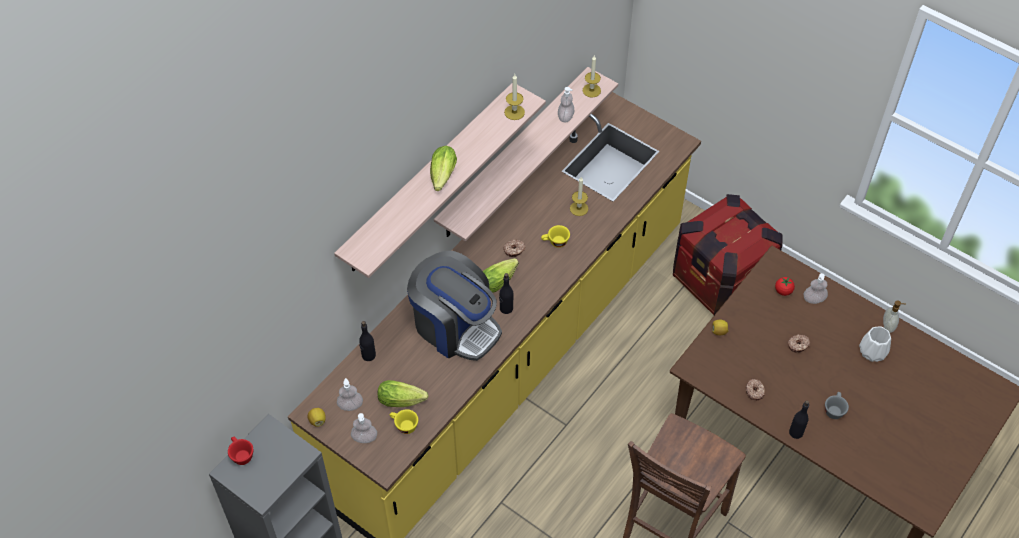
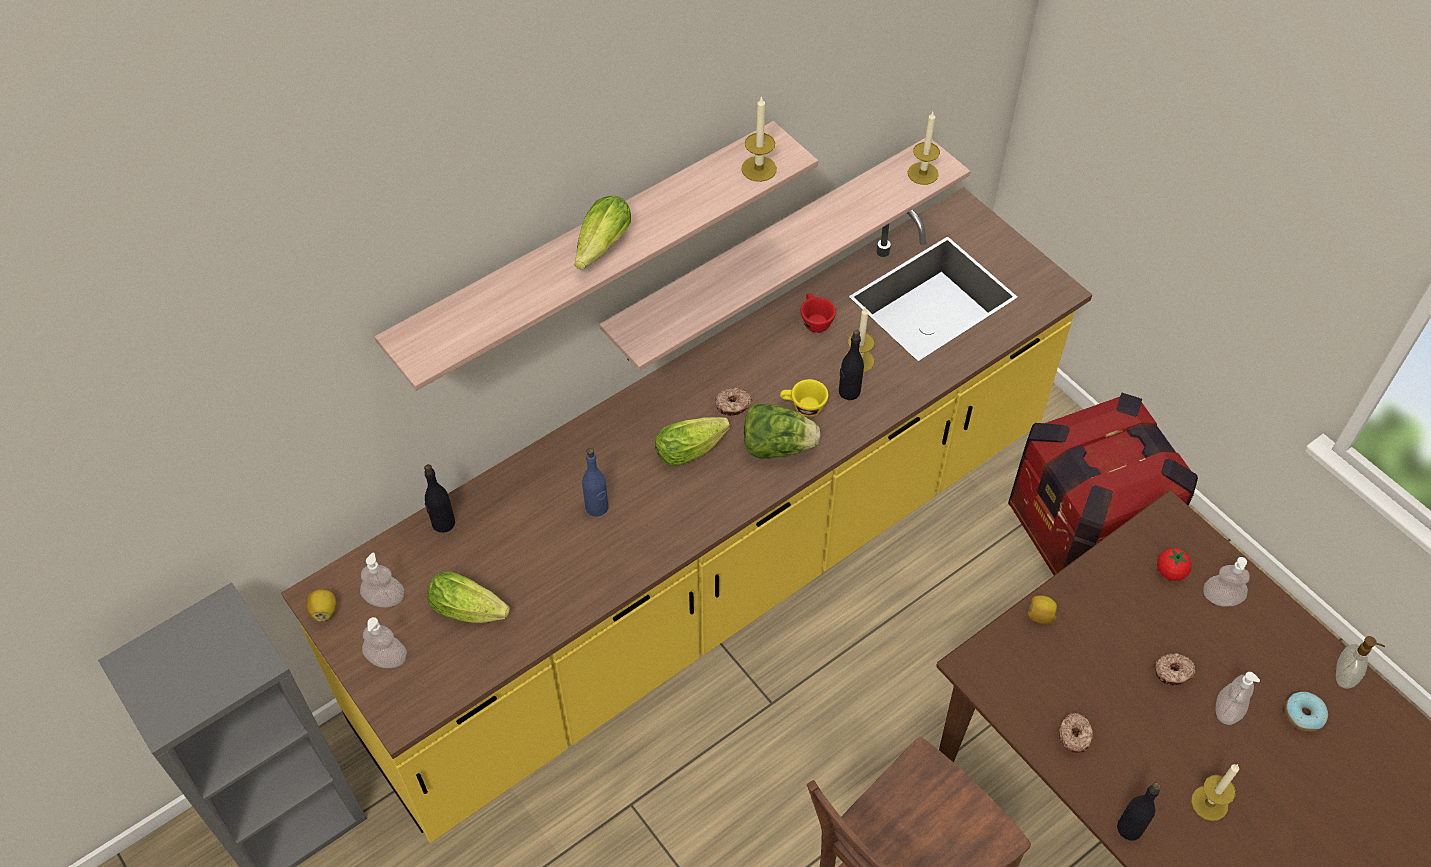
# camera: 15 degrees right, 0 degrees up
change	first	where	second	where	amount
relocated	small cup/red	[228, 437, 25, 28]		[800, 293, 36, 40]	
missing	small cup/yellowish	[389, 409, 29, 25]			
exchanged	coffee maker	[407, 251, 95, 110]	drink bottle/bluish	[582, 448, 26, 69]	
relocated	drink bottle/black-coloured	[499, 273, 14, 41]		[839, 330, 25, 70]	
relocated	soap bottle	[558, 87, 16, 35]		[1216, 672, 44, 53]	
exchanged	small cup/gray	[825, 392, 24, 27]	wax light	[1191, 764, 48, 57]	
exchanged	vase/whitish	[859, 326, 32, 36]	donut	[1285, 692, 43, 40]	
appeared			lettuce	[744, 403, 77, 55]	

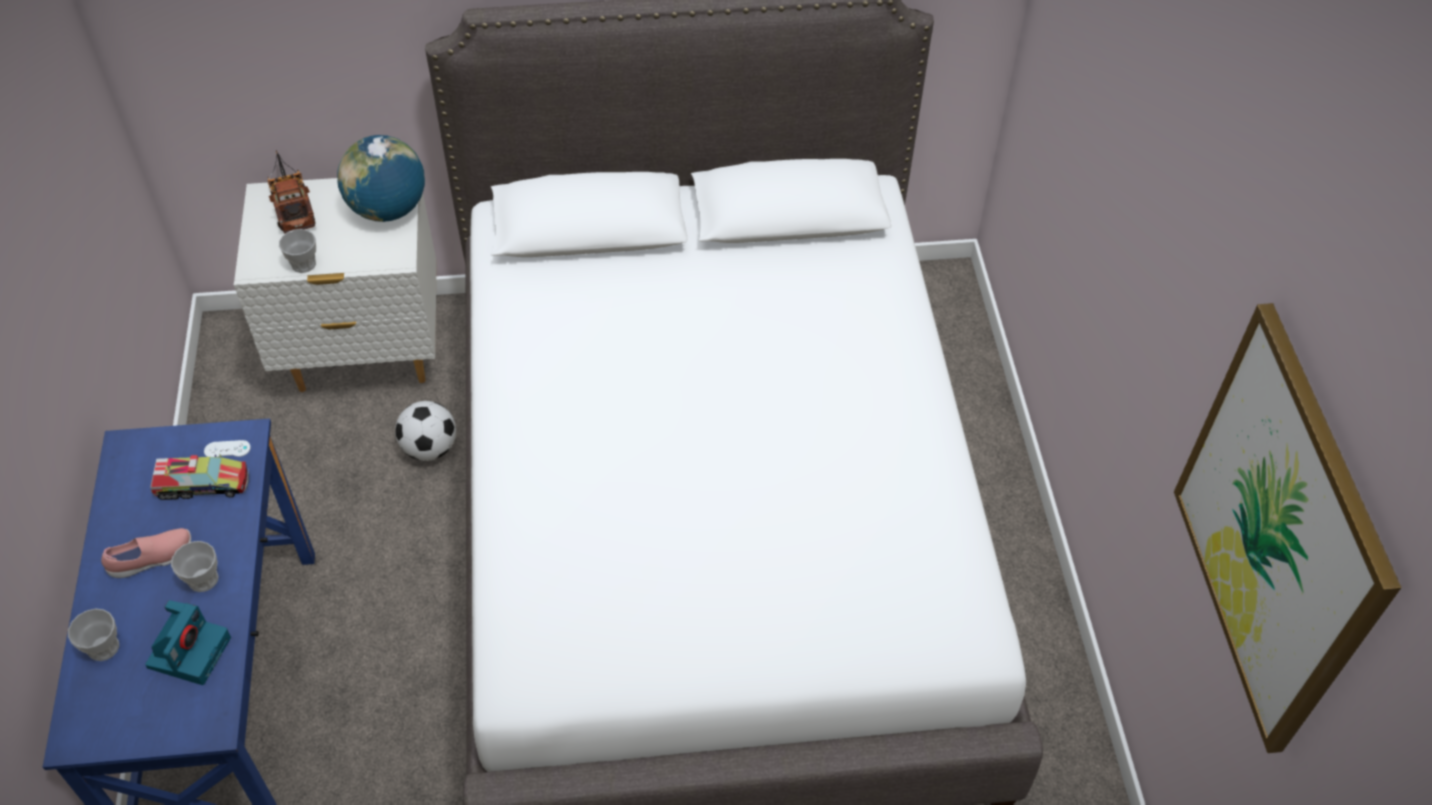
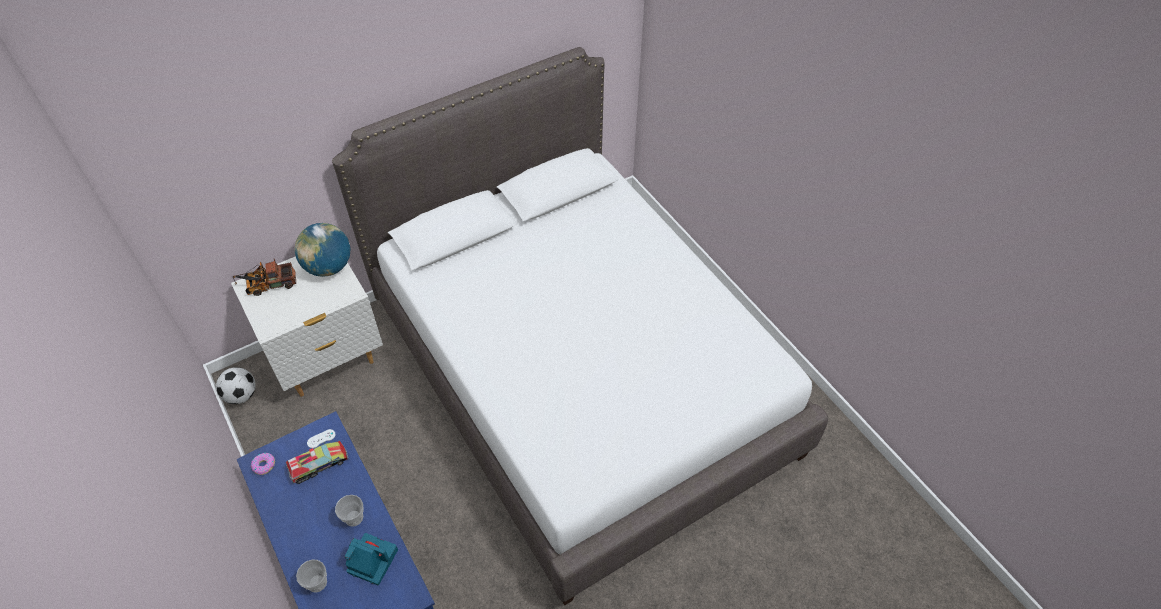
# camera: 25 degrees left, 0 degrees up
change	first	where	second	where	amount
missing	item of footwear/pink	[101, 528, 90, 50]			
spun	photo camera	[145, 600, 86, 85]		[344, 533, 54, 52]	60 degrees counterclockwise
spun	model truck	[267, 150, 48, 84]		[233, 259, 63, 37]	60 degrees counterclockwise
missing	small cup	[279, 229, 37, 44]			
relocated	football	[395, 401, 61, 60]		[216, 367, 40, 37]	
missing	wall art	[1174, 303, 228, 450]			
appeared			donut	[251, 453, 24, 22]	

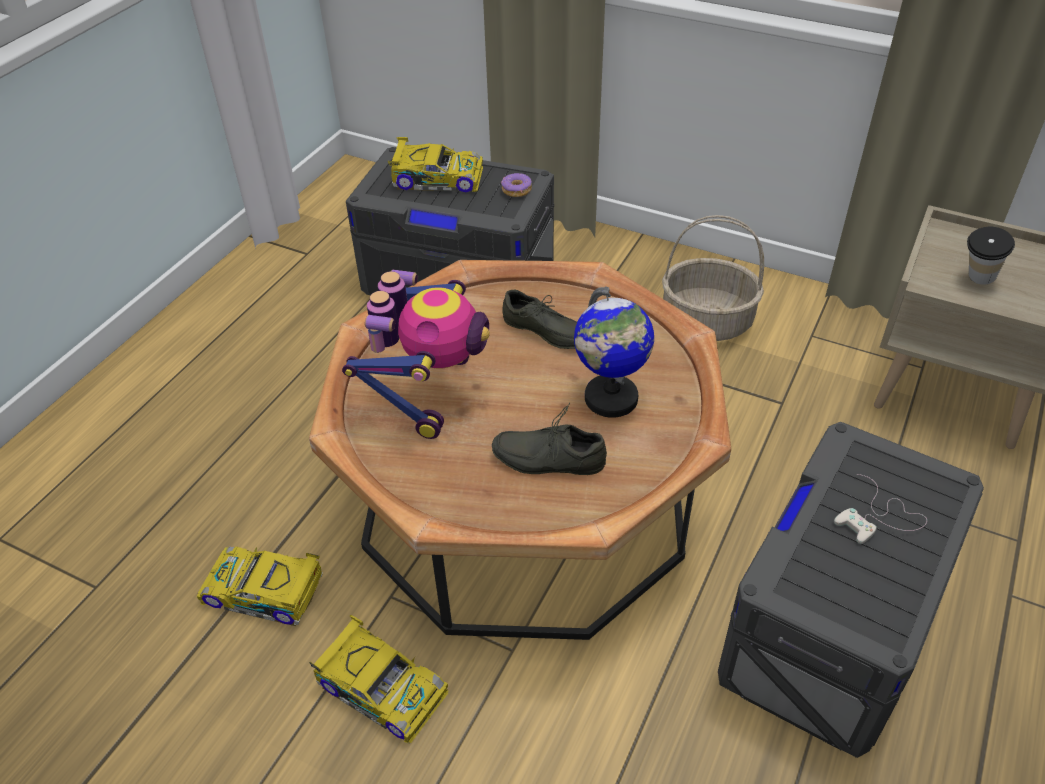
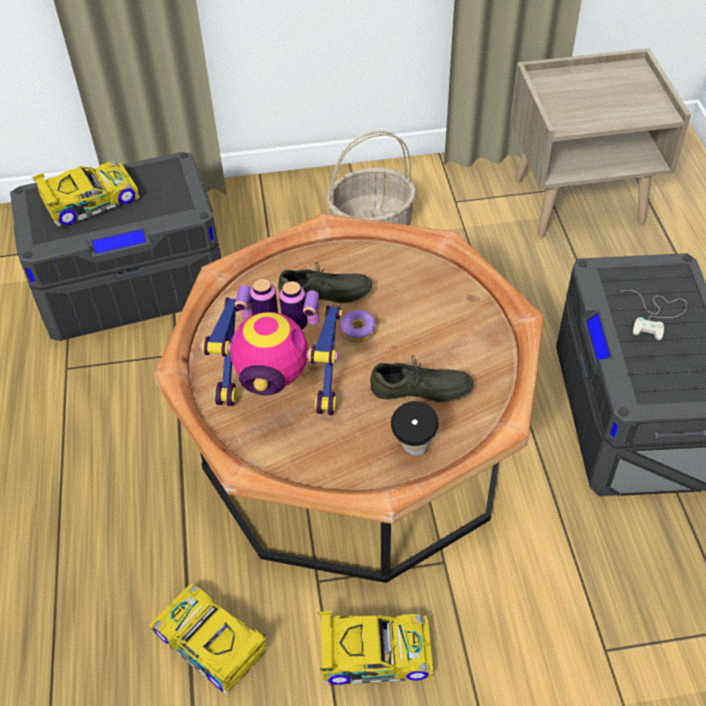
# camera: 35 degrees left, 5 degrees up
change	first	where	second	where	amount
spun	miniature car	[197, 547, 126, 79]		[149, 583, 118, 111]	60 degrees clockwise
spun	toy robot	[342, 270, 148, 169]		[200, 279, 142, 136]	120 degrees clockwise
spun	item of footwear/gray	[492, 403, 115, 72]		[370, 355, 103, 47]	150 degrees counterclockwise
relocated	donut	[501, 173, 31, 24]		[339, 310, 37, 33]	
missing	world globe	[574, 286, 80, 132]			
relocated	small cup	[967, 227, 48, 58]		[391, 401, 48, 55]	

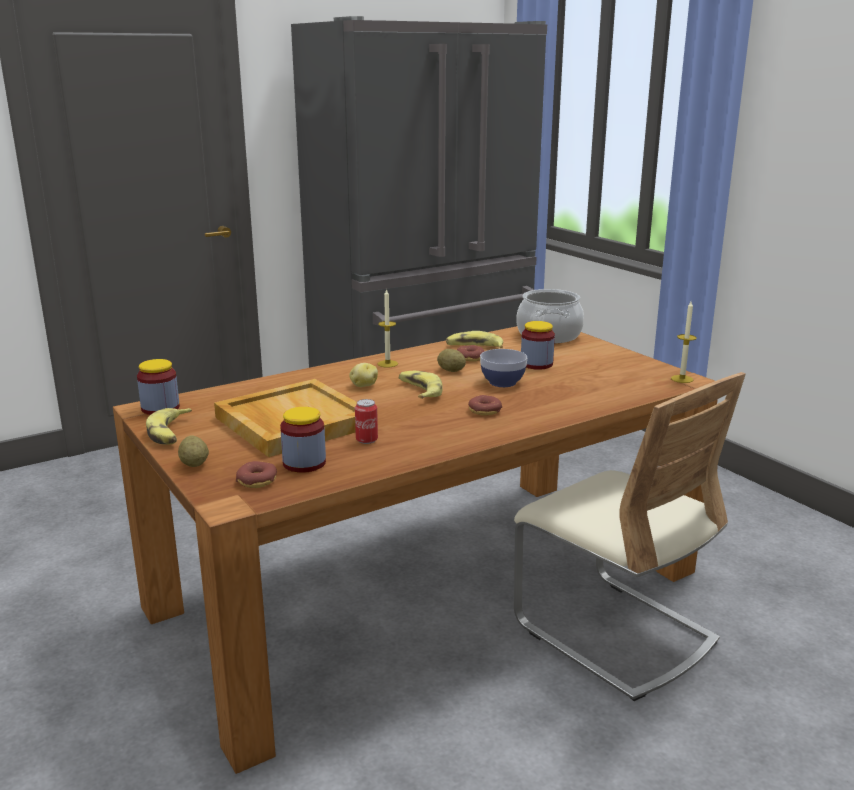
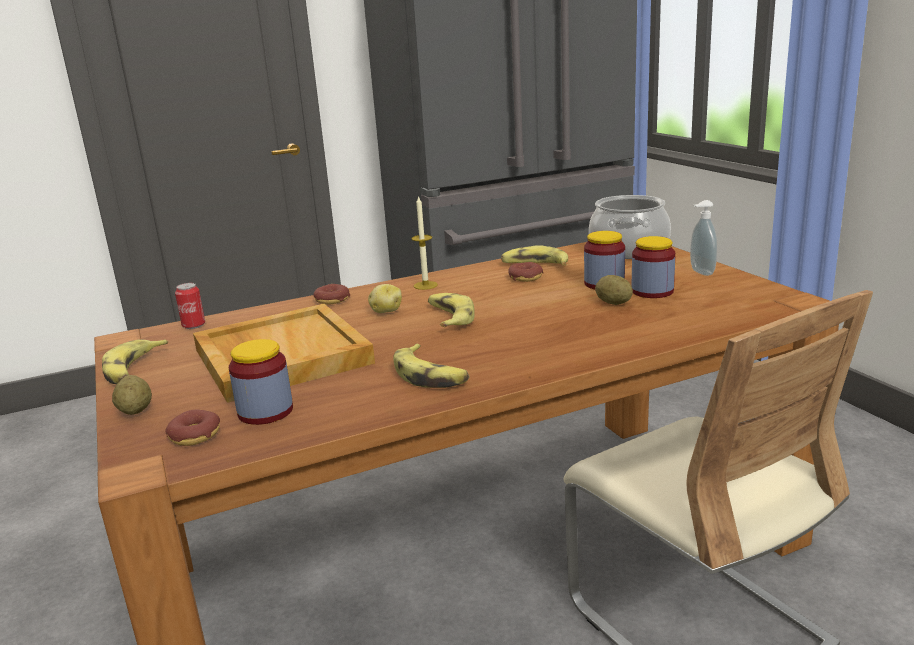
# camera: 10 degrees right, 0 degrees up
change	first	where	second	where	amount
relocated	jar	[137, 359, 43, 56]		[631, 236, 44, 62]	
relocated	can	[355, 399, 23, 45]		[175, 283, 30, 46]	
relocated	potato	[437, 349, 29, 23]		[595, 275, 38, 30]	
relocated	donut	[468, 395, 34, 21]		[313, 284, 37, 21]	
missing	serving bowl	[480, 349, 47, 38]			
missing	wax light	[671, 301, 26, 82]			
appeared			whole banana	[393, 344, 76, 44]	
appeared			soap bottle	[690, 200, 27, 76]	

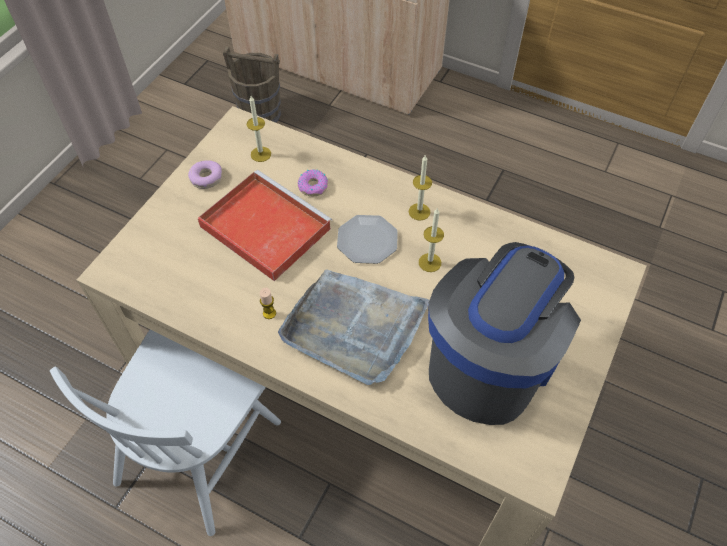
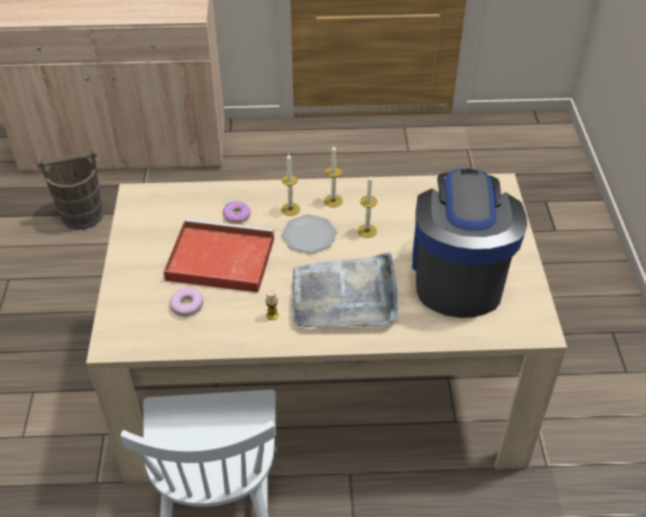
# camera: 30 degrees left, 10 degrees down
change	first	where	second	where	amount
relocated	donut	[188, 160, 34, 29]		[170, 288, 33, 29]	
relocated	wax light	[247, 96, 24, 66]		[281, 154, 19, 62]	

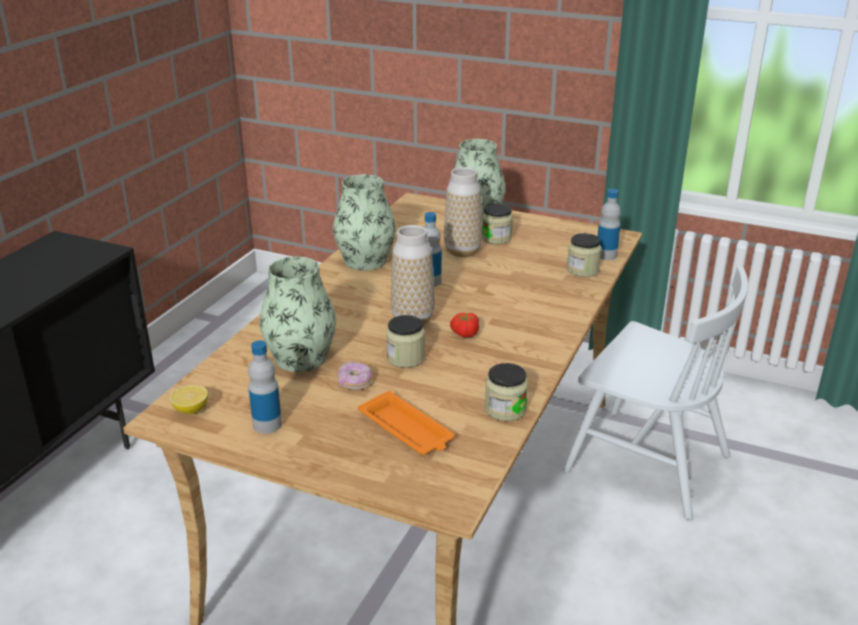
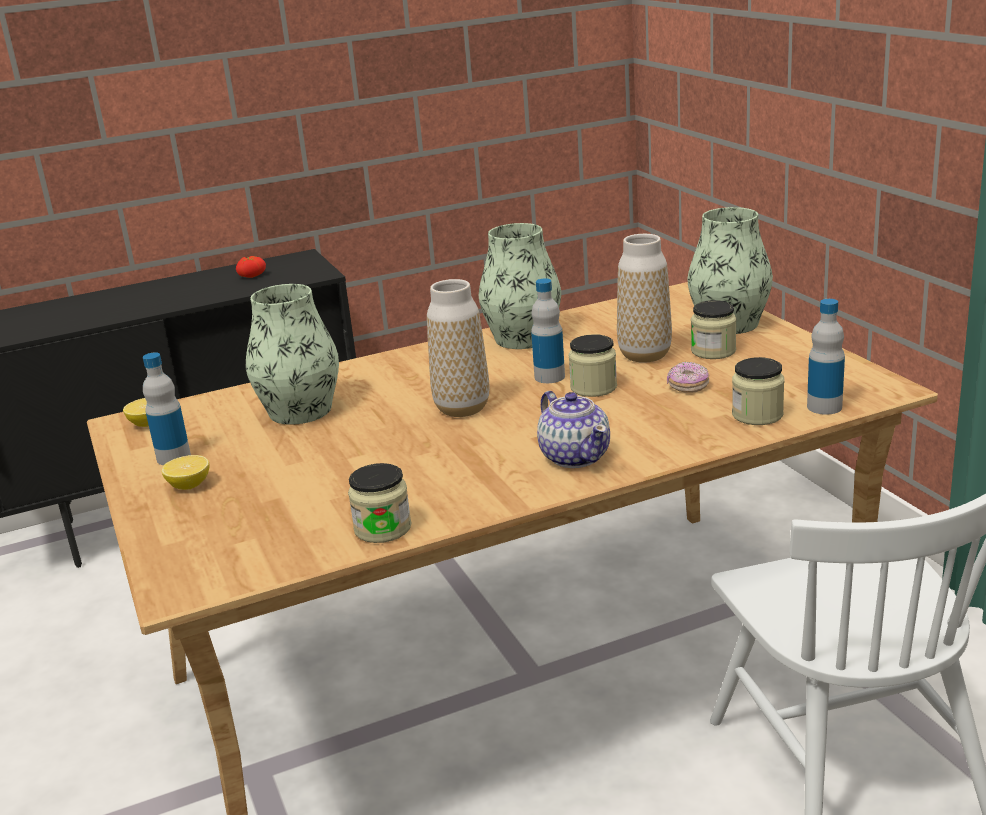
# camera: 45 degrees right, 5 degrees down
change	first	where	second	where	amount
relocated	donut	[338, 362, 34, 28]		[667, 362, 42, 31]	
missing	carrying tray/orange-coloured	[358, 391, 97, 64]			
relocated	jar	[386, 315, 39, 53]		[568, 334, 49, 63]	
relocated	whole tomato	[450, 313, 29, 24]		[236, 256, 30, 22]	
appeared			lemon	[161, 455, 48, 35]	
appeared			teapot	[537, 391, 73, 77]	

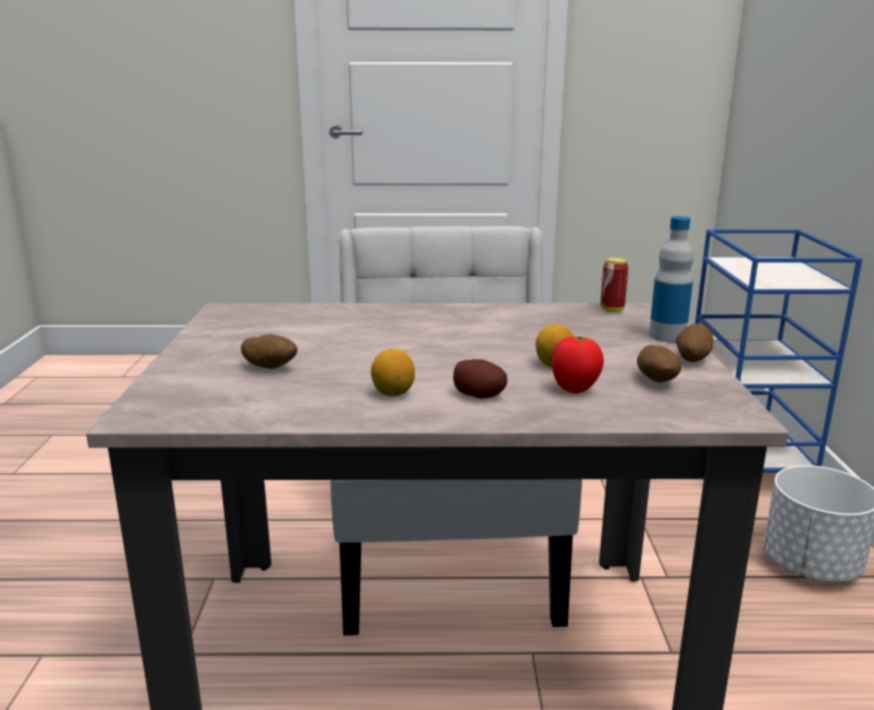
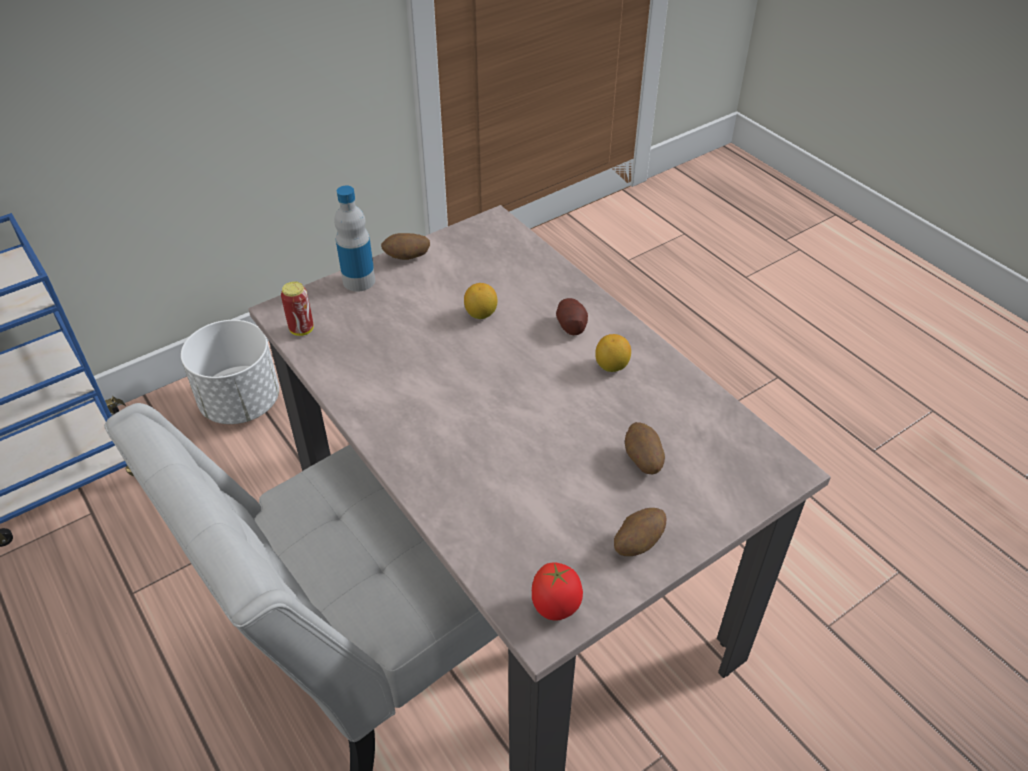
# camera: 125 degrees left, 25 degrees up
change	first	where	second	where	amount
relocated	whole tomato	[552, 336, 52, 57]		[532, 563, 51, 58]	
relocated	potato	[637, 345, 44, 38]		[614, 508, 52, 48]	

